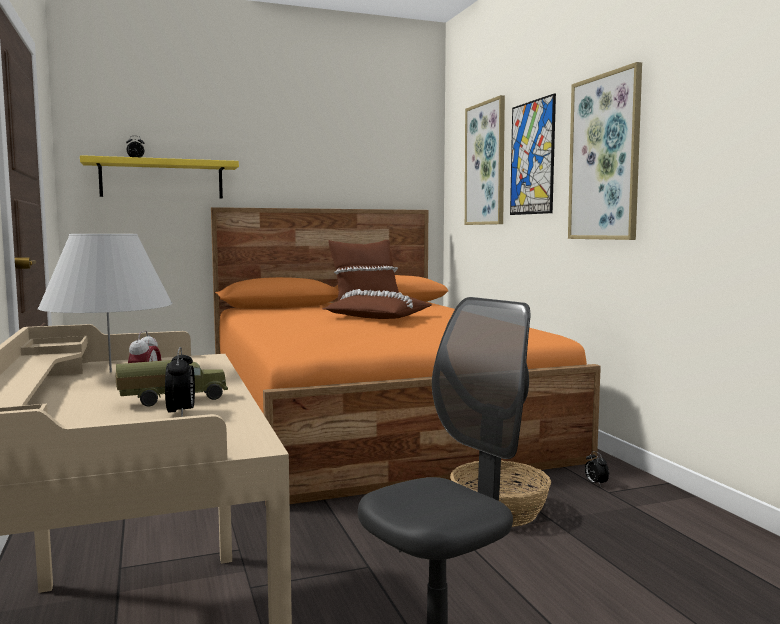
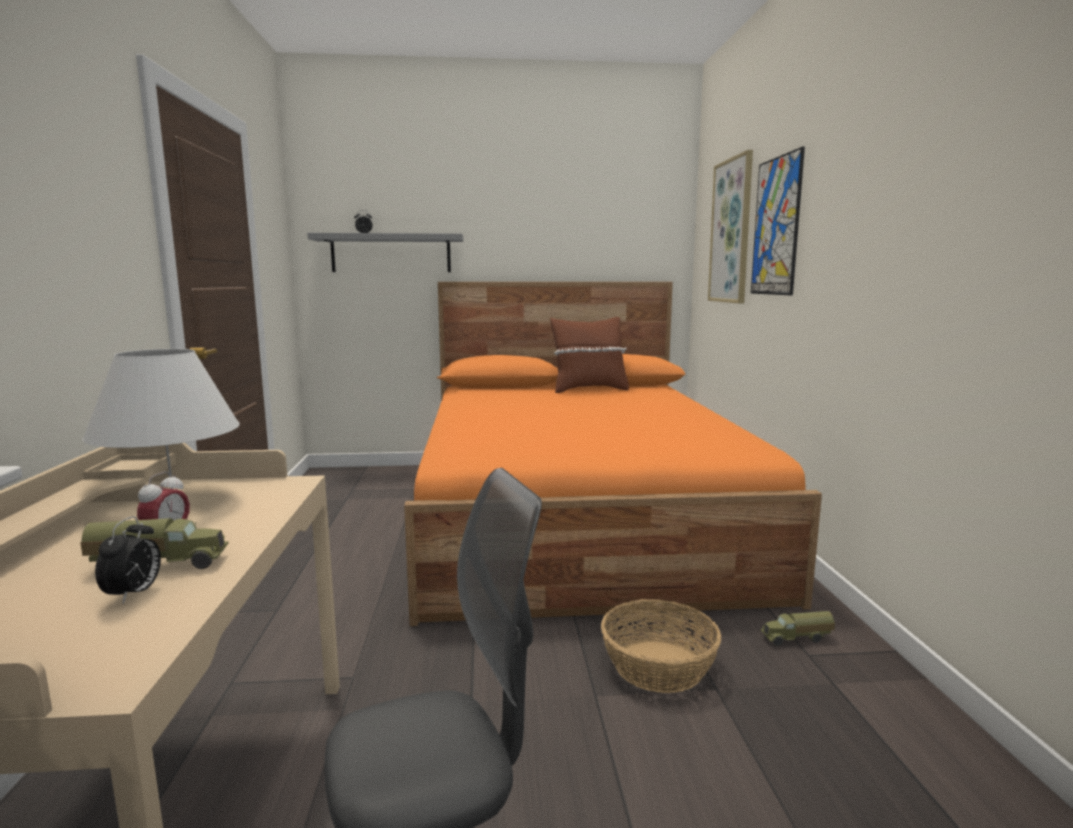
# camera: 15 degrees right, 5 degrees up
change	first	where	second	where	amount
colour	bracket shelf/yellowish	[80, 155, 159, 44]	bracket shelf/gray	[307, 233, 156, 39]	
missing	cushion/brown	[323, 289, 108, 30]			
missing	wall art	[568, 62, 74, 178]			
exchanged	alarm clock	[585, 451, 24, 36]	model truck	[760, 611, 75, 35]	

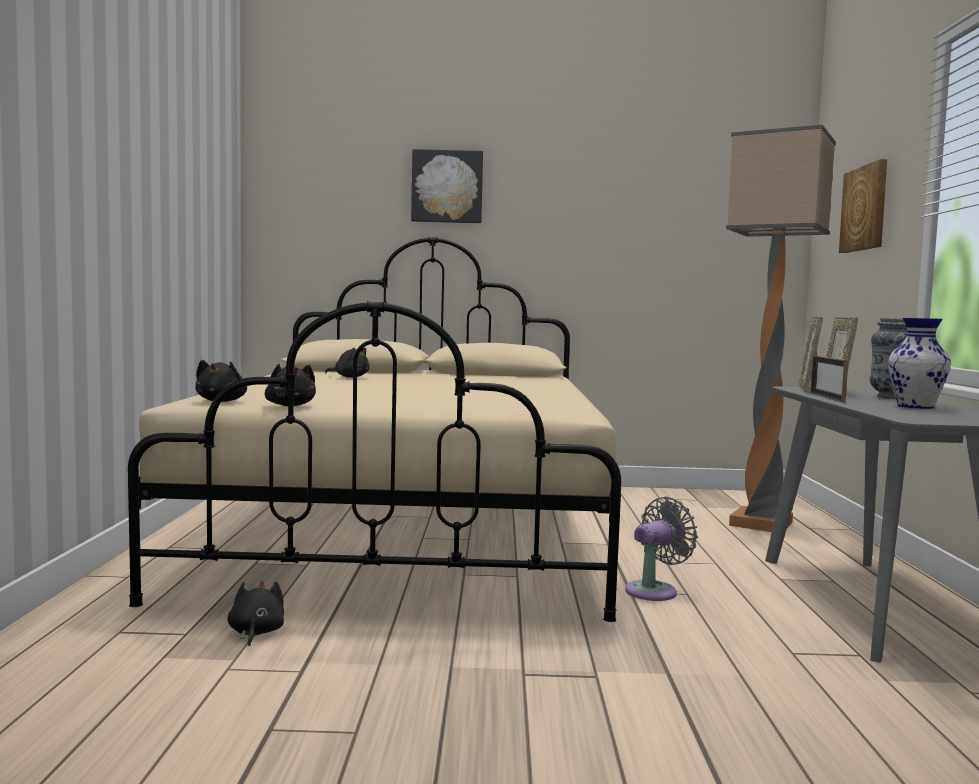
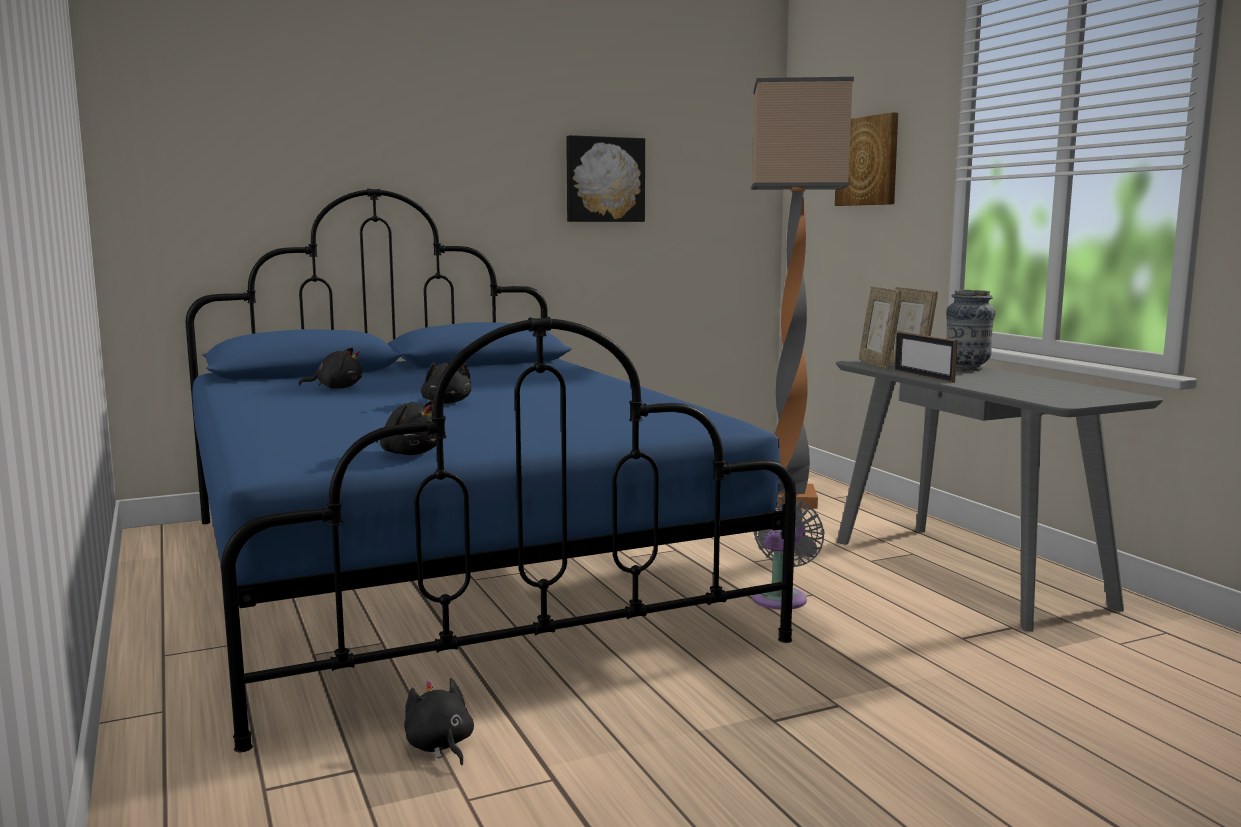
# camera: 25 degrees left, 5 degrees up
change	first	where	second	where	amount
colour	bedroom bed/beige-coloured	[128, 237, 494, 385]	bedroom bed/bluish	[185, 188, 611, 564]	
relocated	soft toy/black-coloured	[195, 360, 52, 42]		[421, 362, 51, 42]	
relocated	wall art	[411, 149, 72, 74]		[566, 135, 79, 87]	
missing	vase	[888, 318, 63, 91]			

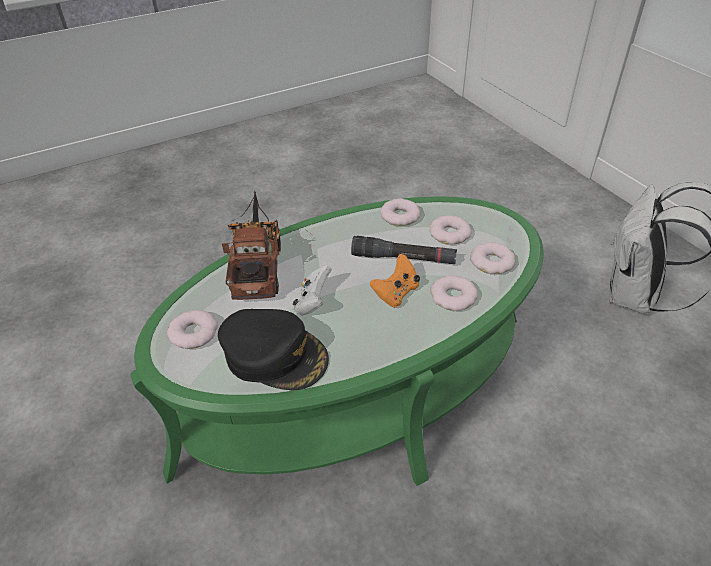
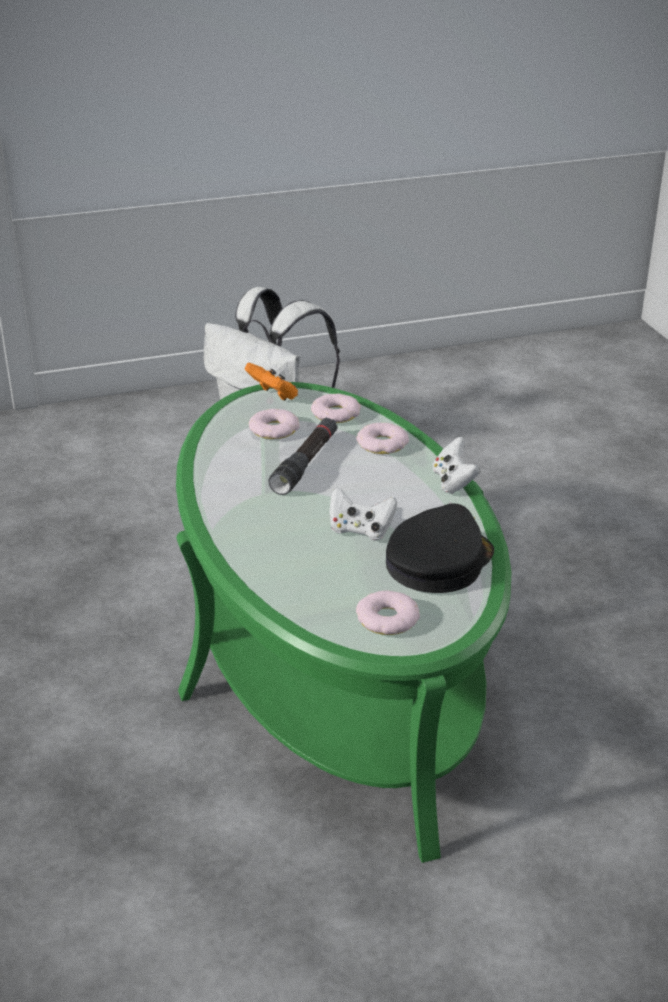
# camera: 80 degrees left, 10 degrees down
change	first	where	second	where	amount
missing	model truck	[222, 191, 59, 109]			
relocated	joypad/orange-coloured	[370, 254, 50, 53]		[245, 363, 53, 37]	
missing	donut	[380, 198, 41, 28]			
appeared			joypad/whitish	[433, 437, 48, 57]	

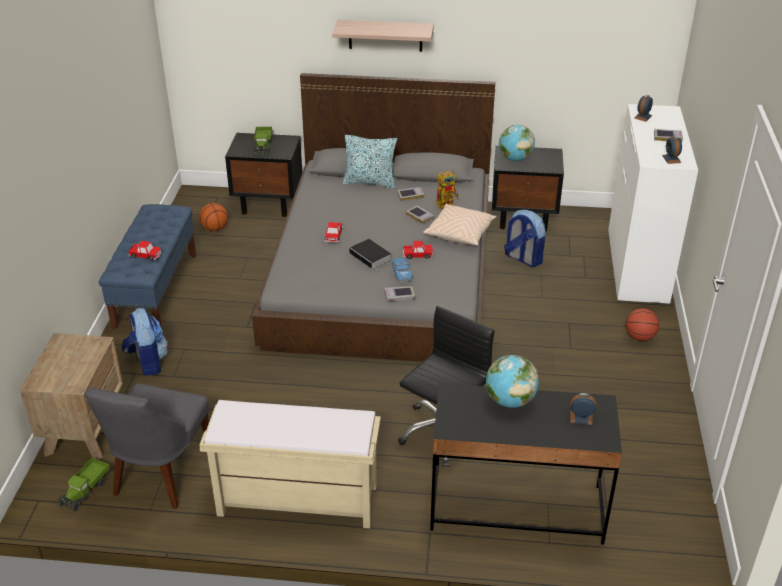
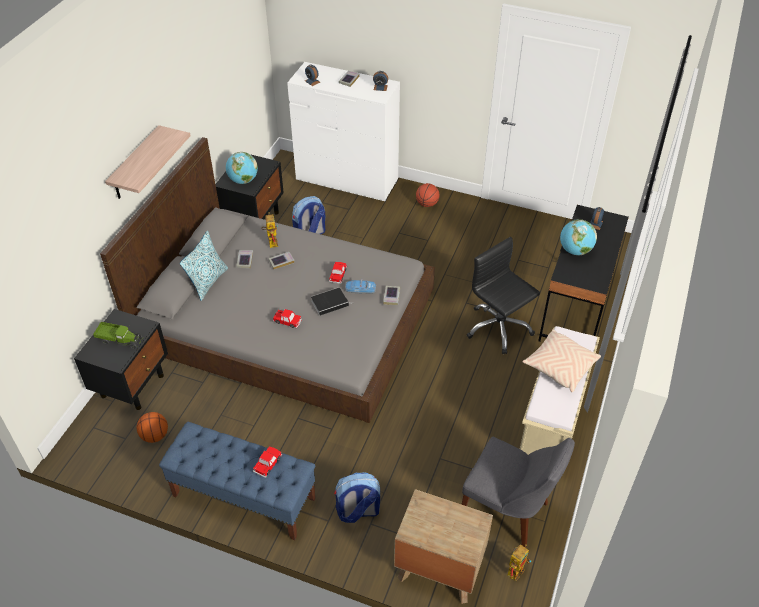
# camera: 75 degrees left, 10 degrees up
change	first	where	second	where	amount
exchanged	model truck	[58, 458, 52, 54]	toy robot	[508, 544, 23, 37]	
relocated	cushion/beige-coloured	[423, 204, 74, 41]		[522, 329, 79, 63]	

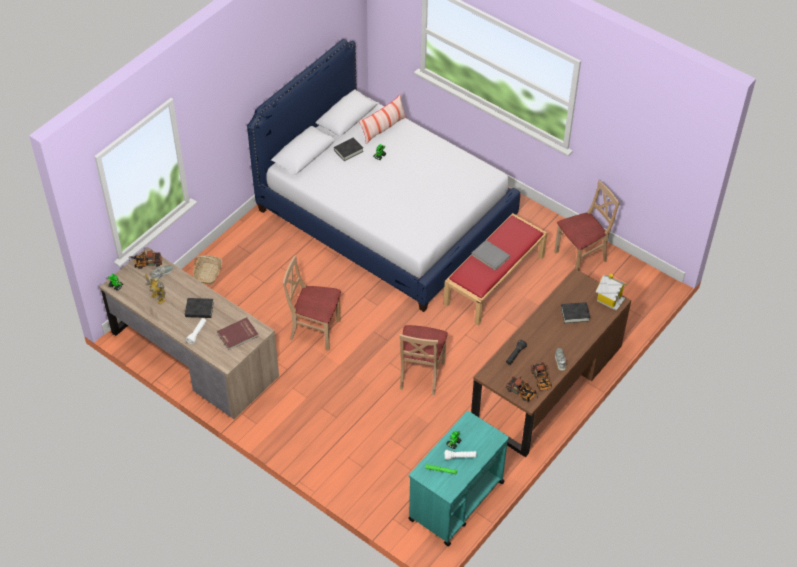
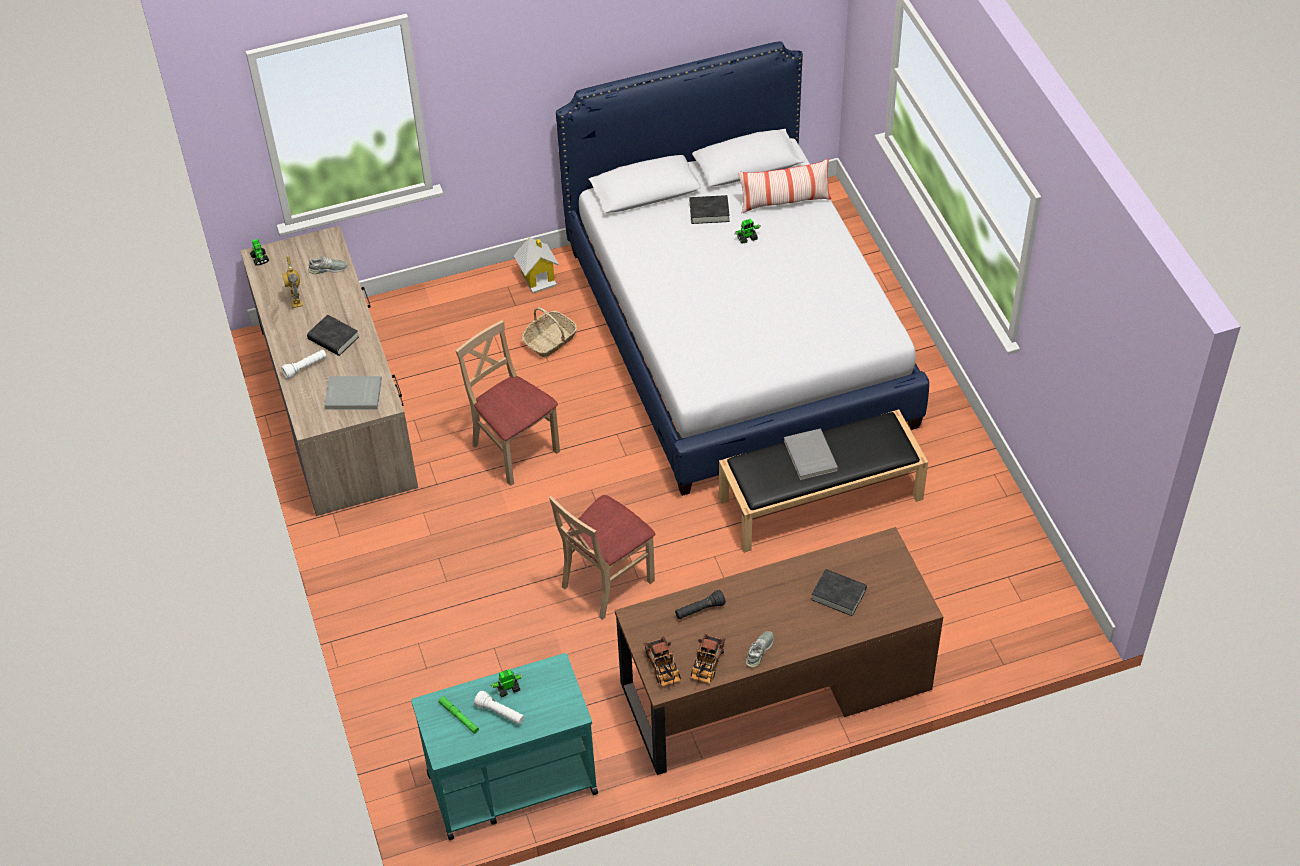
# camera: 35 degrees right, 0 degrees up
change	first	where	second	where	amount
missing	model truck	[129, 250, 33, 19]			
relocated	basket	[193, 255, 29, 30]		[522, 307, 55, 50]	
colour	volume/red	[217, 317, 42, 33]	volume/gray	[324, 376, 58, 34]	
colour	bench/red	[444, 213, 103, 112]	bench/black-coloured	[719, 410, 209, 143]	
missing	upright chair/beige-coloured	[554, 180, 66, 90]			
relocated	miniature house	[596, 274, 31, 37]		[514, 237, 45, 56]	

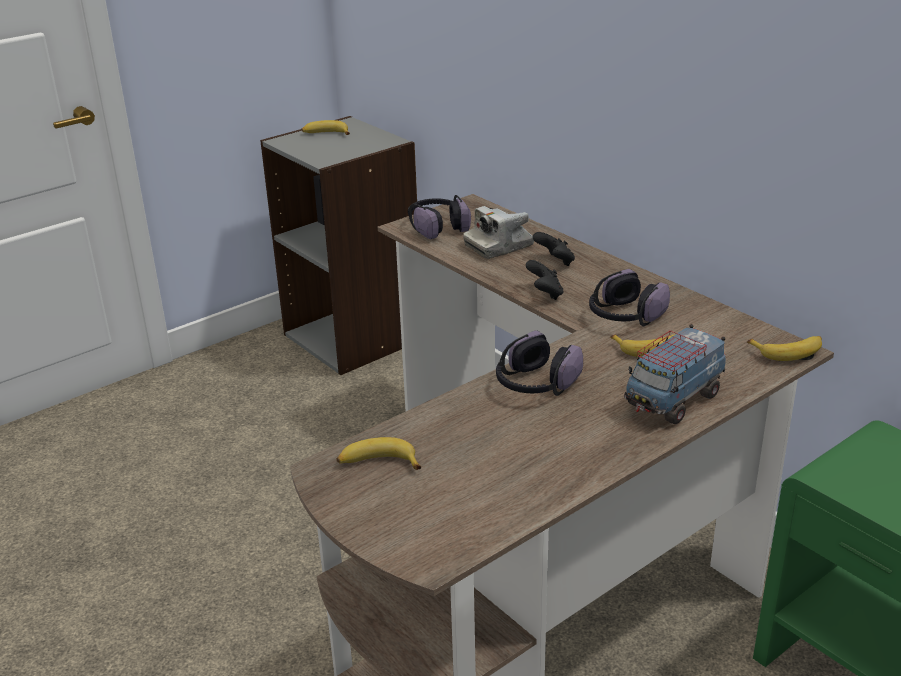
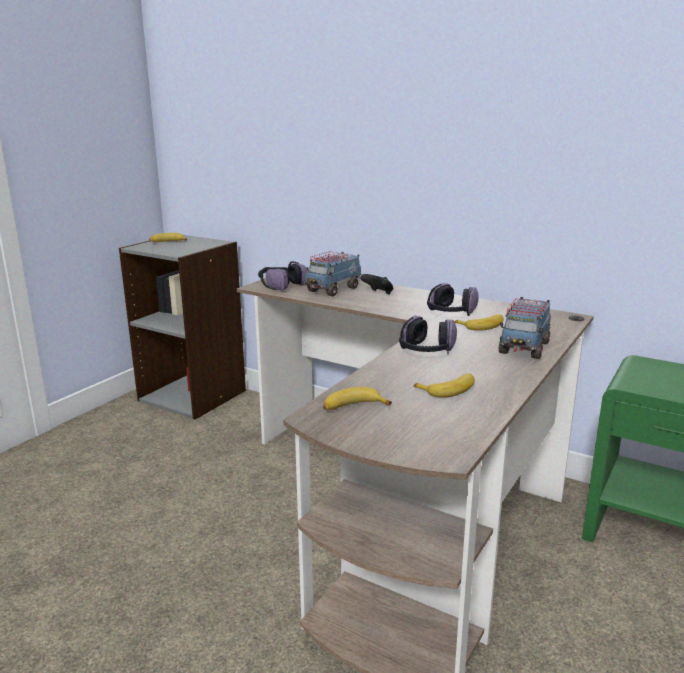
# camera: 20 degrees left, 10 degrees down
change	first	where	second	where	amount
exchanged	photo camera	[463, 206, 71, 53]	model truck	[304, 251, 57, 45]	
missing	joypad/black-coloured	[526, 260, 38, 40]			
relocated	whole banana	[747, 336, 75, 25]		[414, 373, 61, 25]	

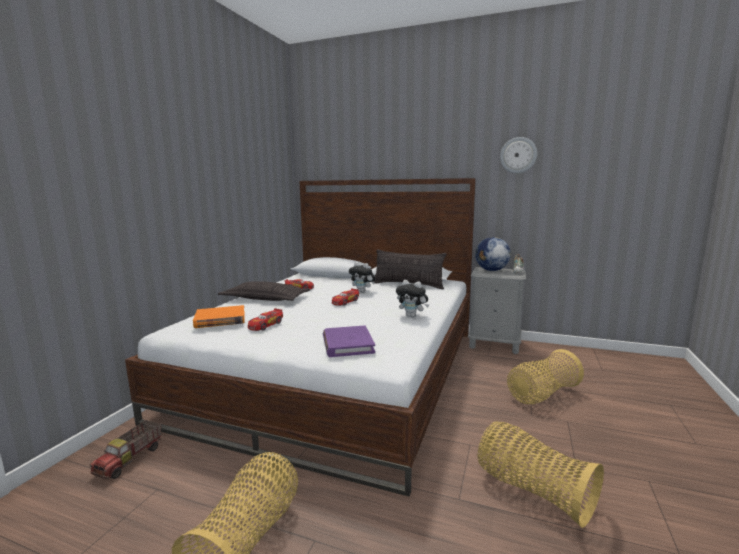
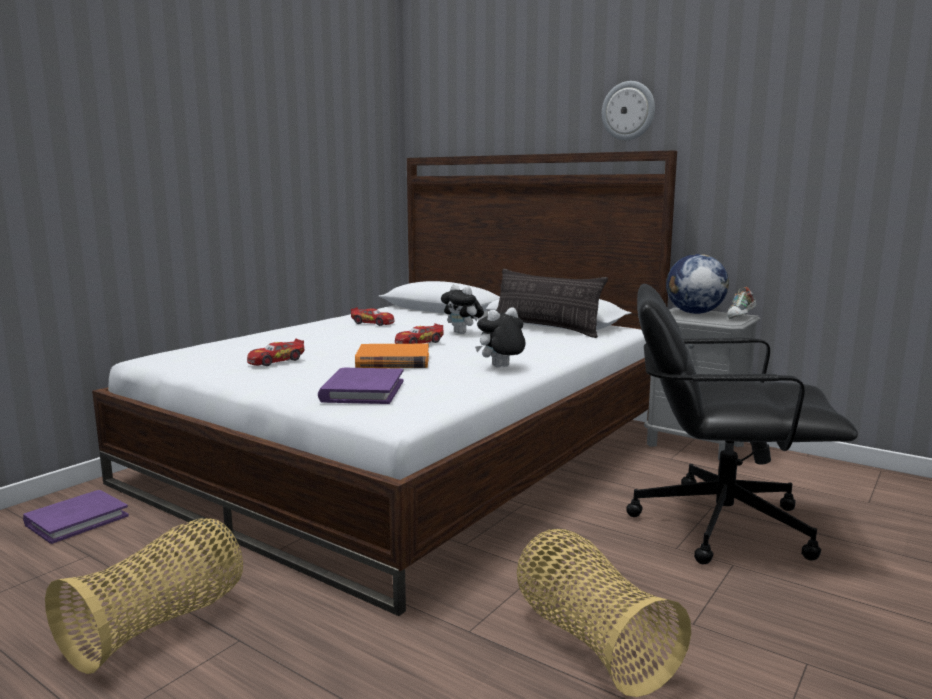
# camera: 15 degrees right, 0 degrees up
change	first	where	second	where	amount
exchanged	model truck	[90, 420, 71, 59]	volume/purple	[23, 490, 106, 54]	
relocated	volume/orange-coloured	[193, 305, 52, 23]		[355, 344, 74, 24]	
missing	cushion	[218, 281, 93, 20]			
spun	soft toy	[396, 280, 33, 38]		[475, 307, 50, 60]	105 degrees clockwise
relocated	wall clock	[500, 137, 37, 36]		[602, 81, 53, 59]	
exchanged	basket	[507, 349, 77, 55]	desk chair/black-coloured	[626, 284, 232, 280]	

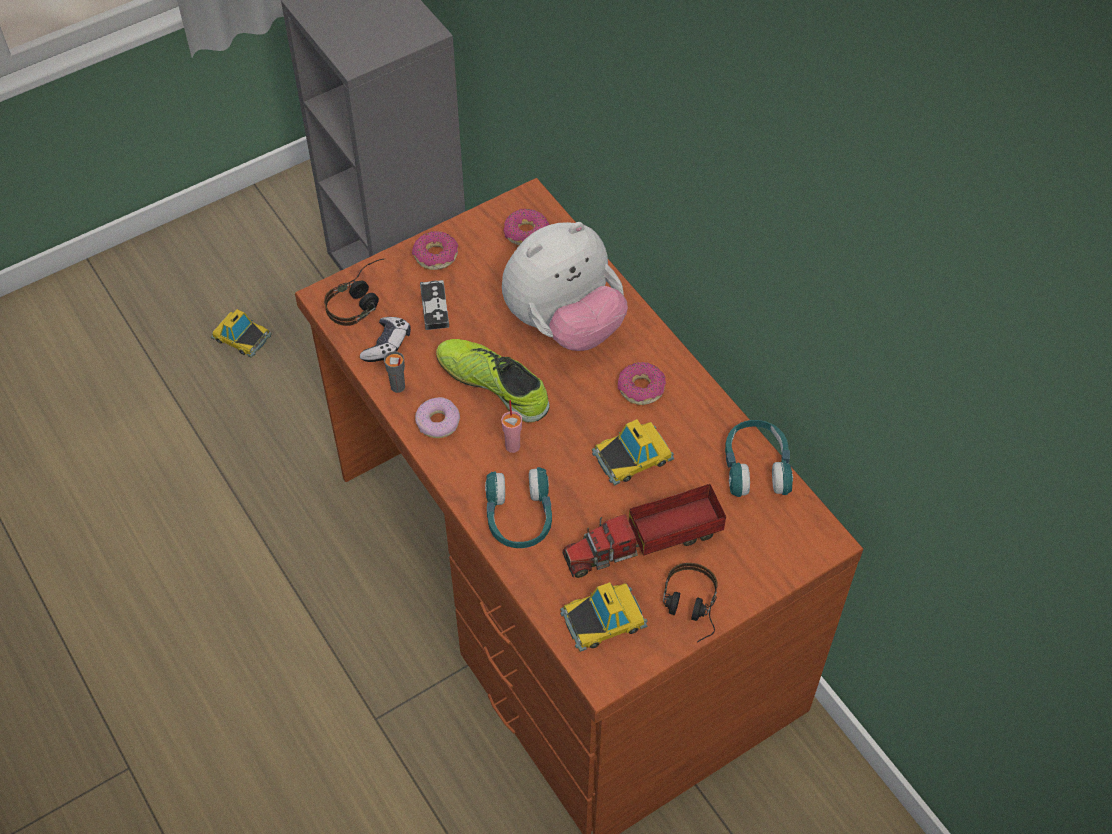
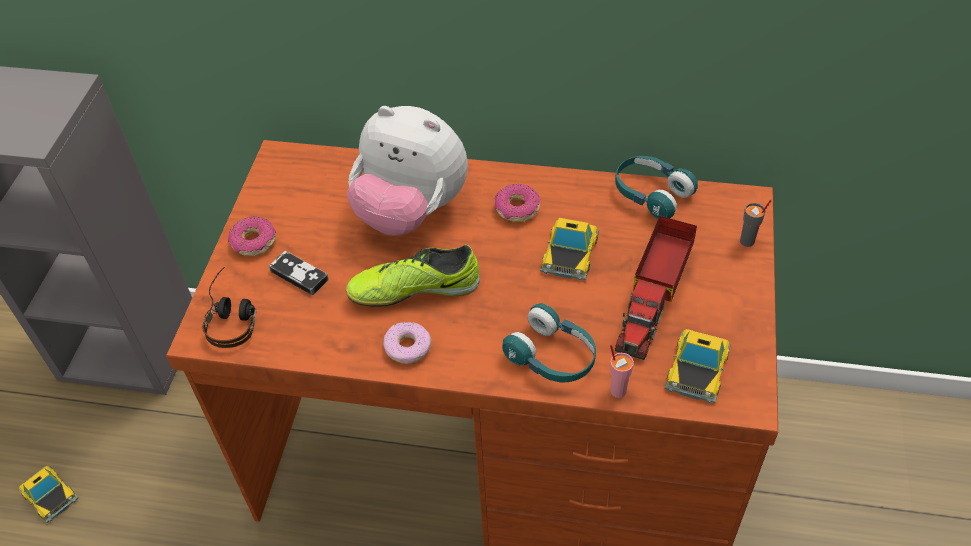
# camera: 45 degrees left, 5 degrees down
change	first	where	second	where	amount
spun	miniature car	[211, 309, 61, 49]		[18, 466, 61, 57]	60 degrees clockwise
missing	joypad	[360, 317, 51, 45]			
relocated	small cup/gray	[384, 351, 21, 42]		[740, 199, 32, 48]	
relocated	small cup/pink	[501, 400, 21, 53]		[610, 345, 24, 53]	
spun	soft toy	[502, 222, 126, 129]		[347, 106, 121, 130]	105 degrees clockwise
missing	donut	[504, 209, 45, 36]			
missing	headset	[663, 563, 55, 80]			

